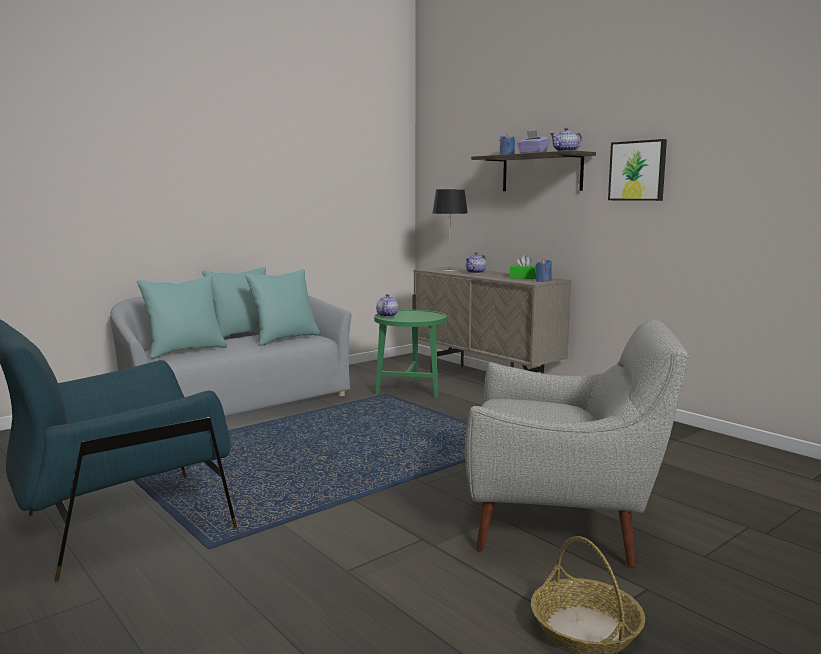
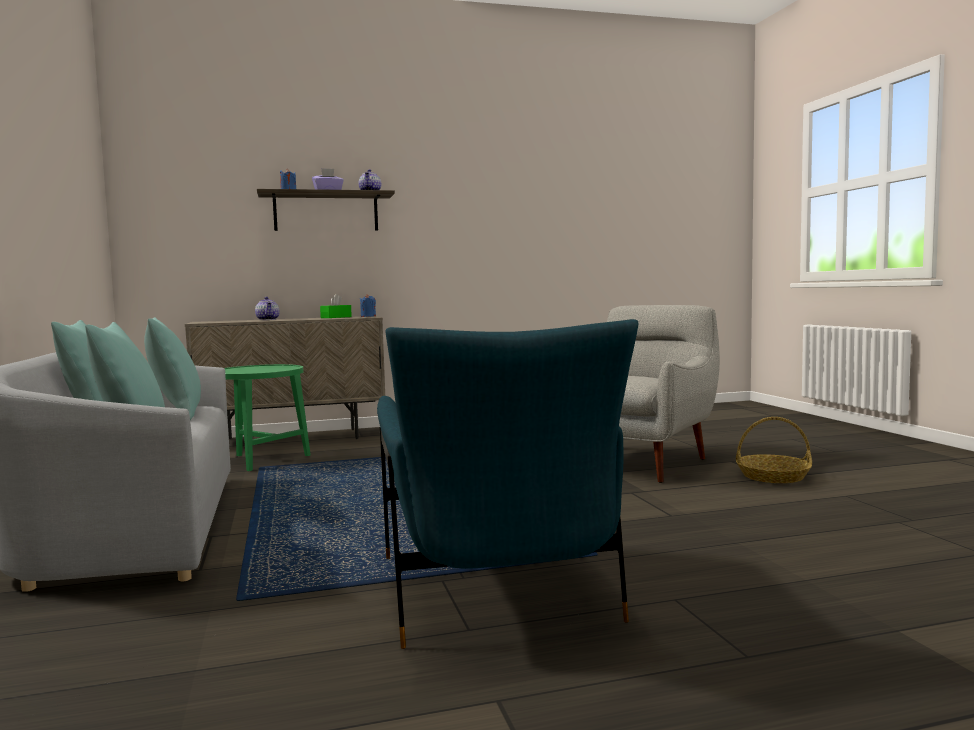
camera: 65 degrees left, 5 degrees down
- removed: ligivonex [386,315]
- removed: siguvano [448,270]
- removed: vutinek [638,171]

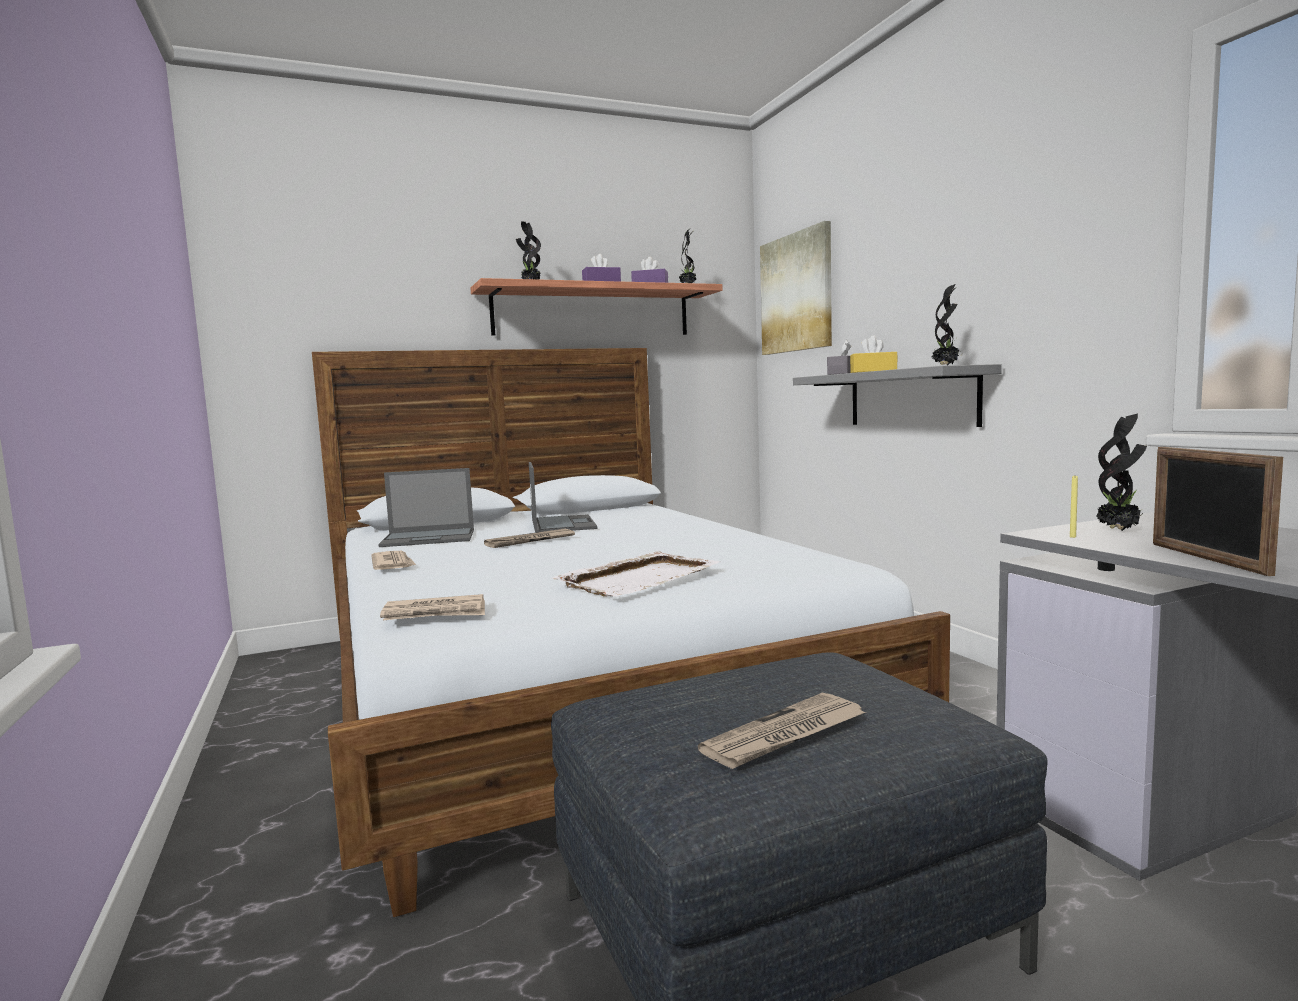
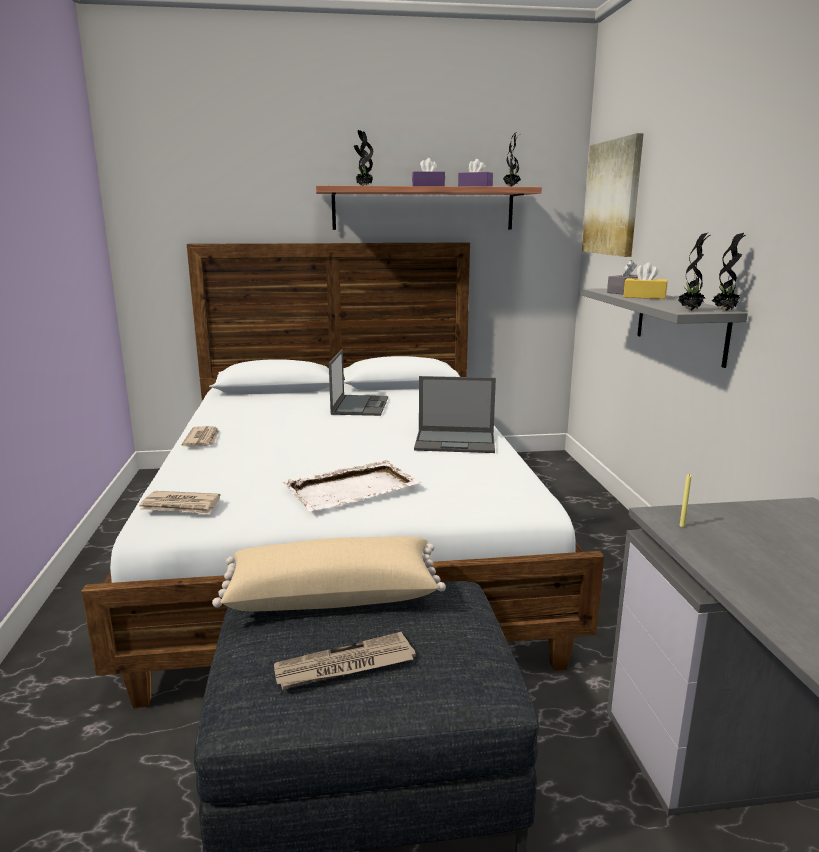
camera: 15 degrees right, 10 degrees up
- moved: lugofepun [430,538] to [456,442]
- removed: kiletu [530,541]
- moved: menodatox [1119,530] to [725,310]
- removed: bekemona [1206,558]
- added: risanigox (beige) [333,595]

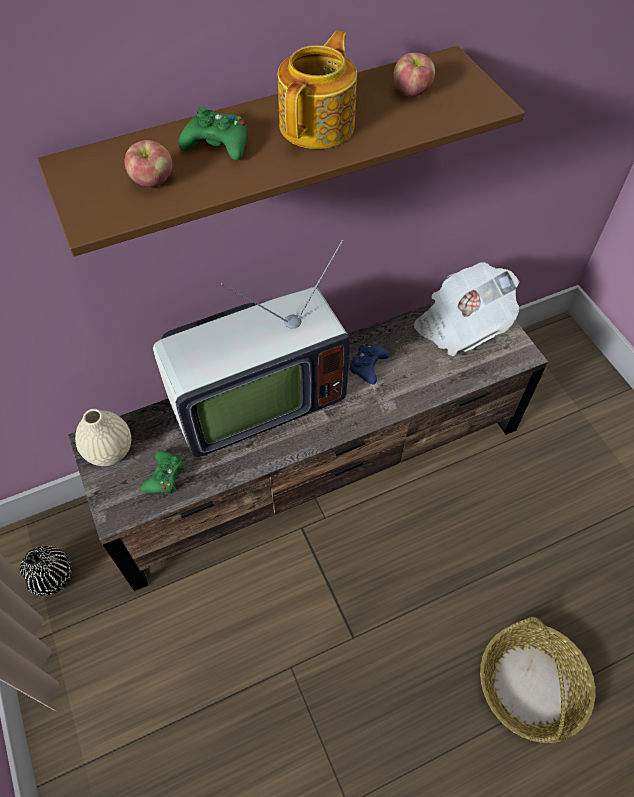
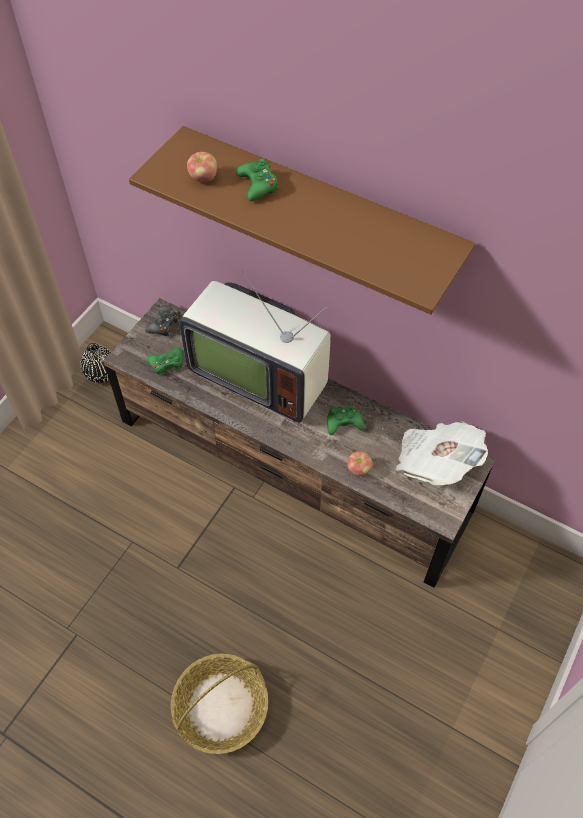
camera: 55 degrees right, 0 degrees up
- replaced: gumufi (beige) [109,450] to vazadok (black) [163,325]
- removed: ligivonex [319,124]
- recoloured: vazadok (blue) [368,366] to vazadok (green) [344,423]
- moved: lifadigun [412,92] to [359,469]

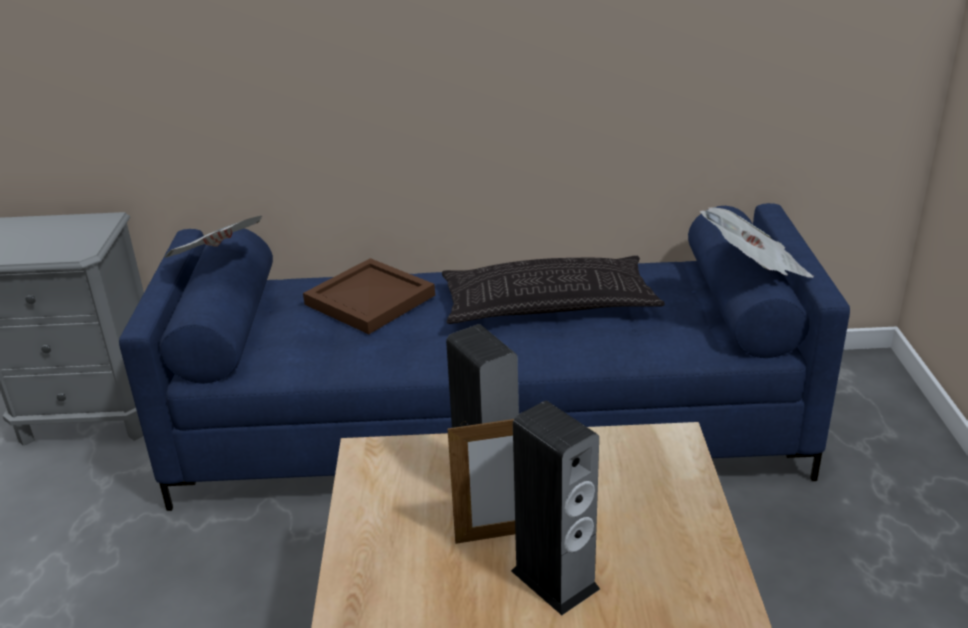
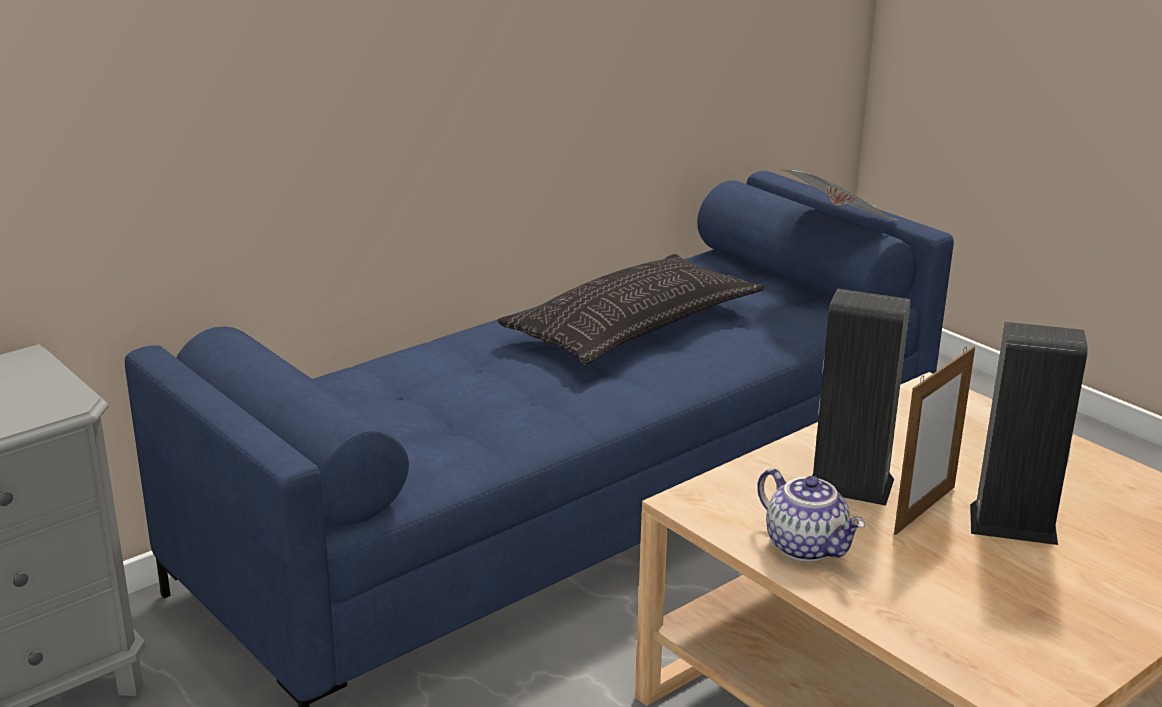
camera: 40 degrees left, 5 degrees down
- removed: kiletu [217,262]
- removed: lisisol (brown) [368,300]
- added: ligivonex [807,546]

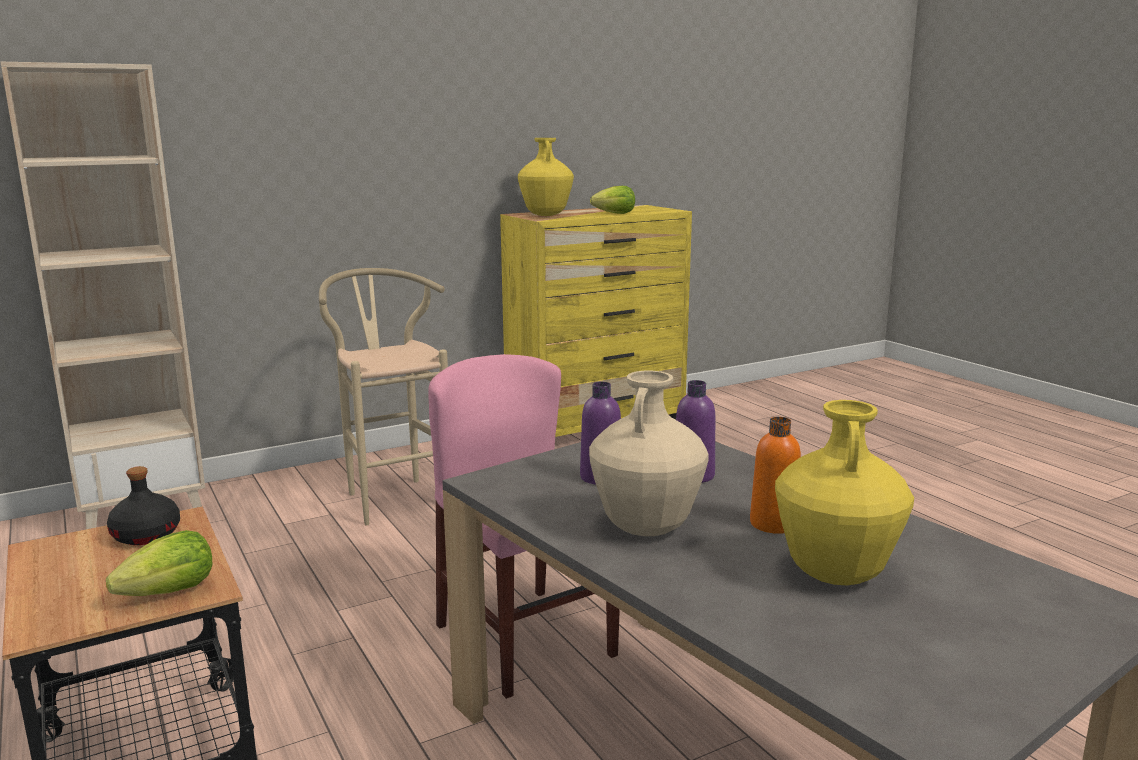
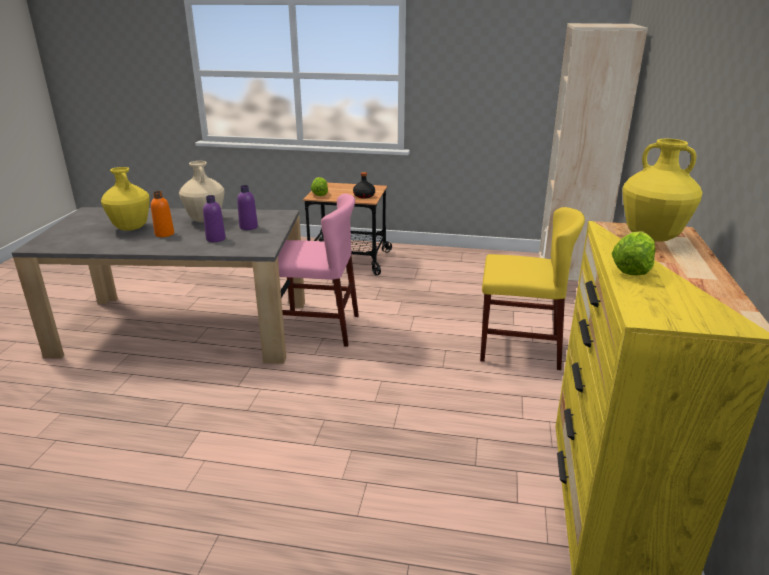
camera: 130 degrees right, 10 degrees up
- replaced: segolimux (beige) [393,497] to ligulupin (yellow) [519,348]

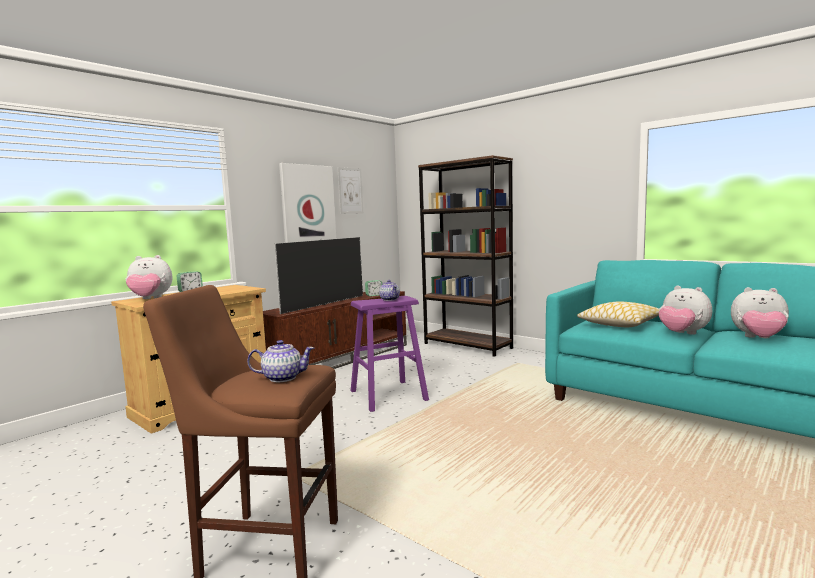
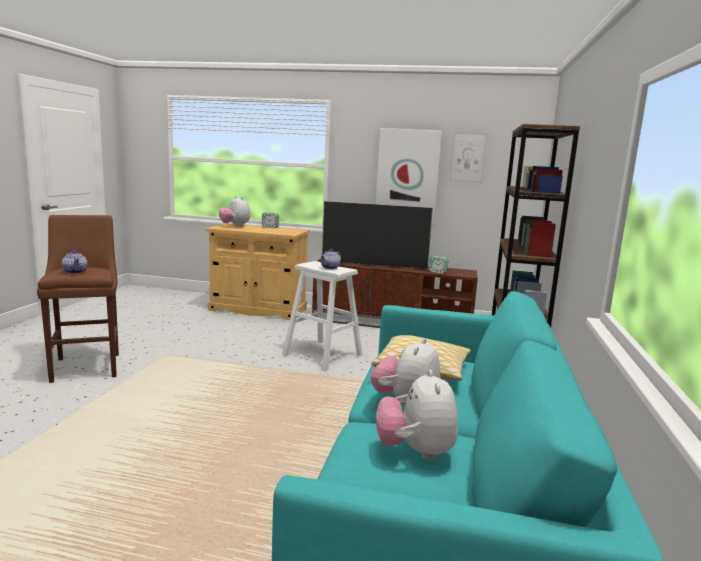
camera: 60 degrees right, 5 degrees up
- recoloured: segolimux (purple) [388,395] to segolimux (white) [323,355]

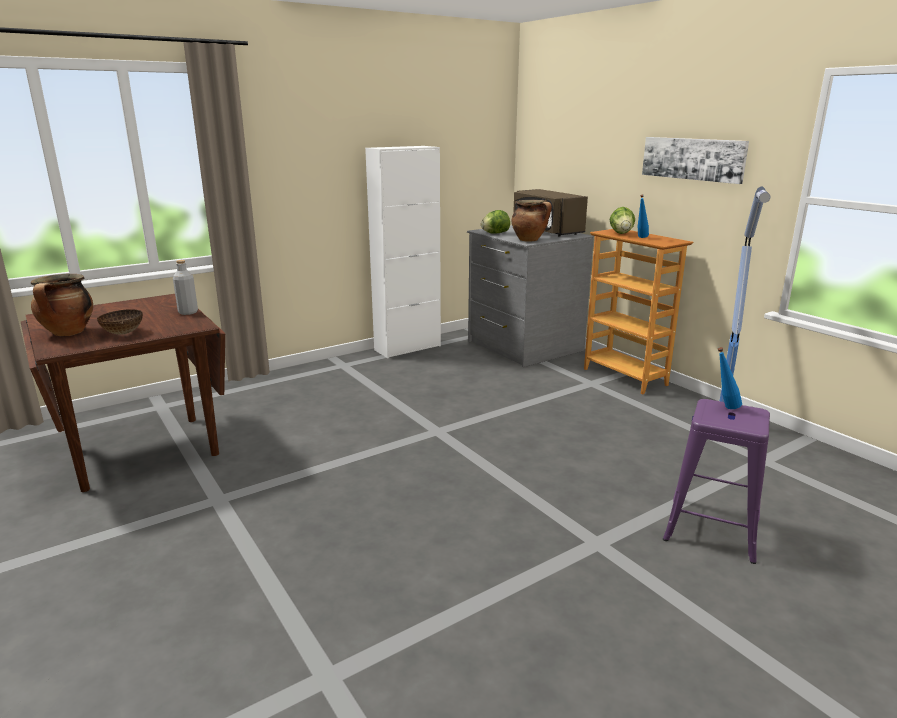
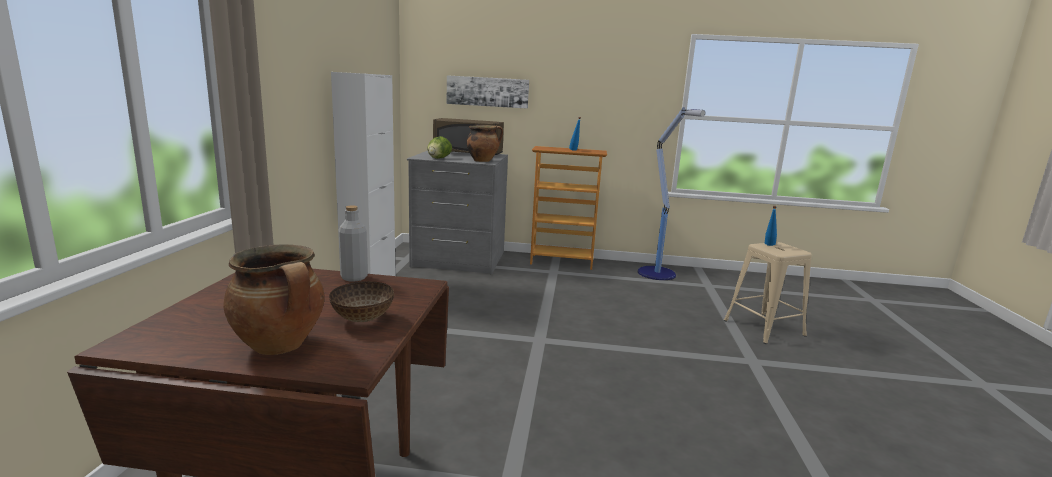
camera: 50 degrees left, 5 degrees down
- removed: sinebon [621,233]
- moved: vutinek [693,159] to [487,91]
- recoloured: segolimux (purple) [711,528] to segolimux (beige) [764,328]

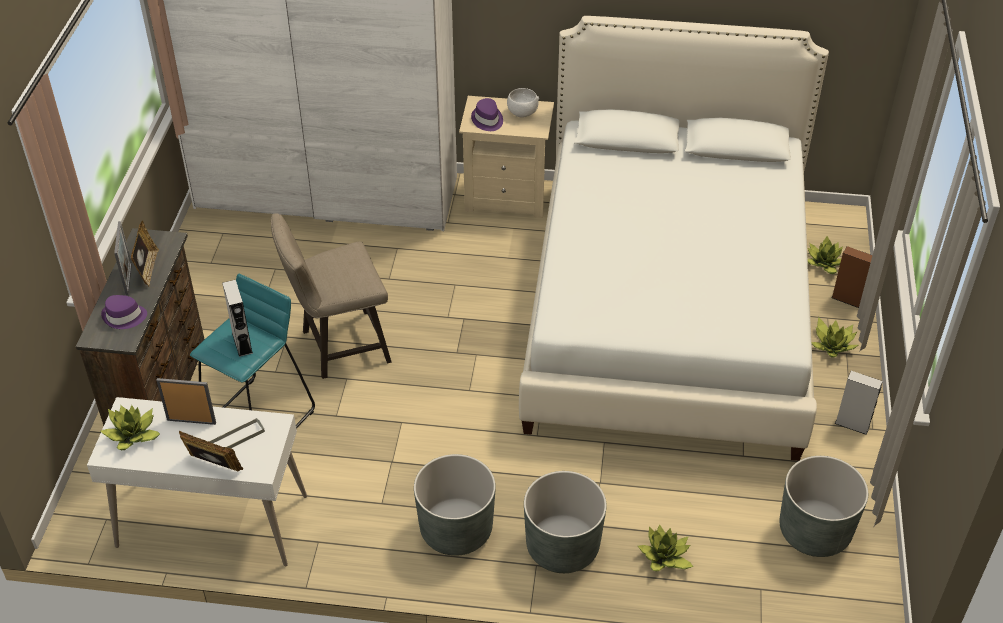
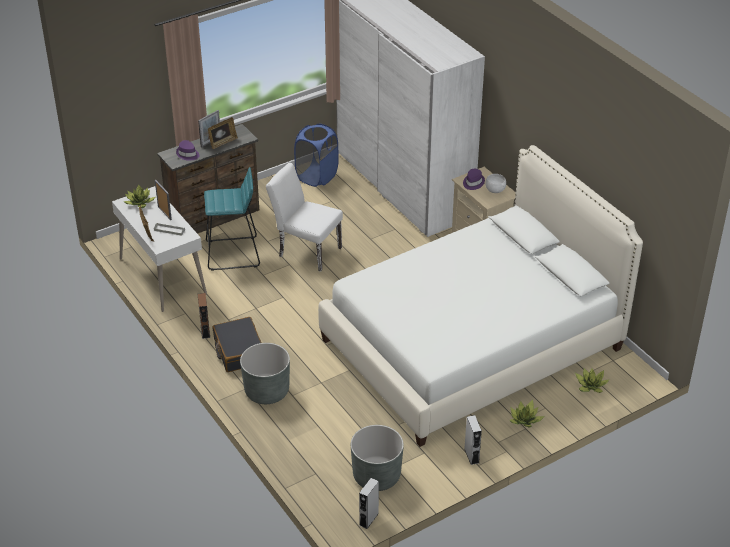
camera: 50 degrees right, 5 degrees down
- moved: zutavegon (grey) [242,343] to [369,519]
- replaced: segolimux (beige) [339,347] to ligulupin (white) [306,250]
- replaced: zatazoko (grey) [456,529] to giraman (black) [239,351]
- removed: menodatox [665,557]
- moved: zutavegon (brown) [847,299] to [205,331]
- added: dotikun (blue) [317,176]

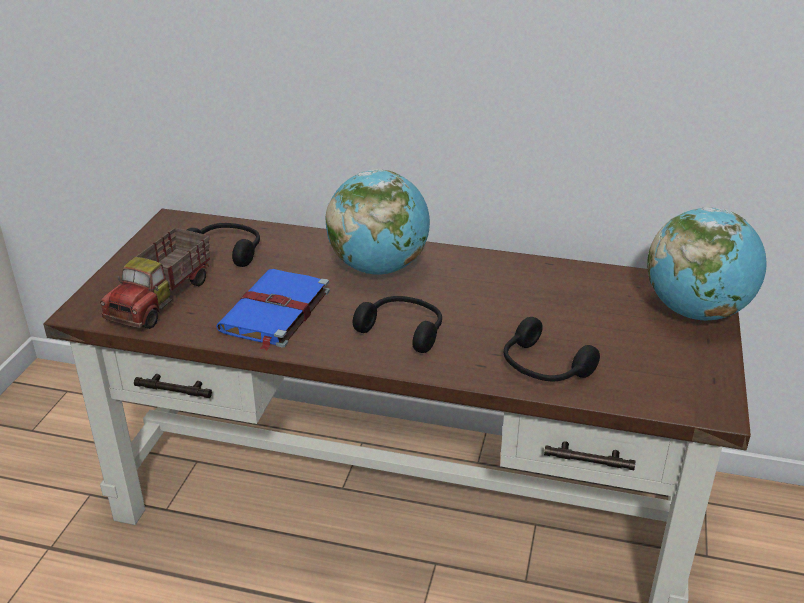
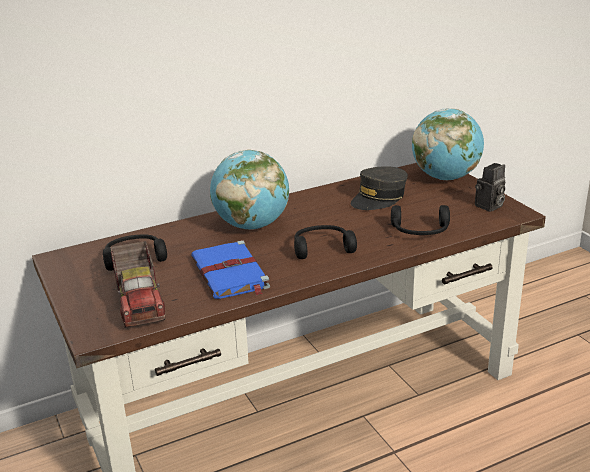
camera: 40 degrees left, 5 degrees down
- added: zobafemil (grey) [379,198]
- added: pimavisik [489,206]

